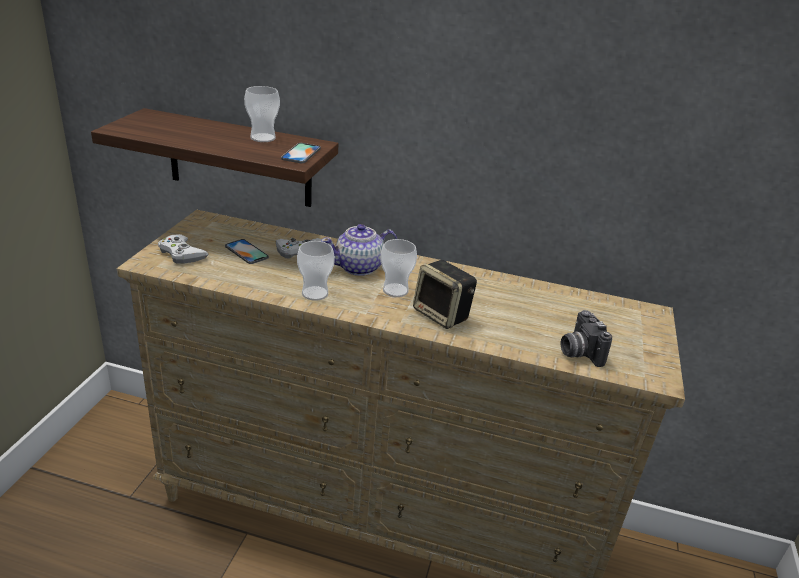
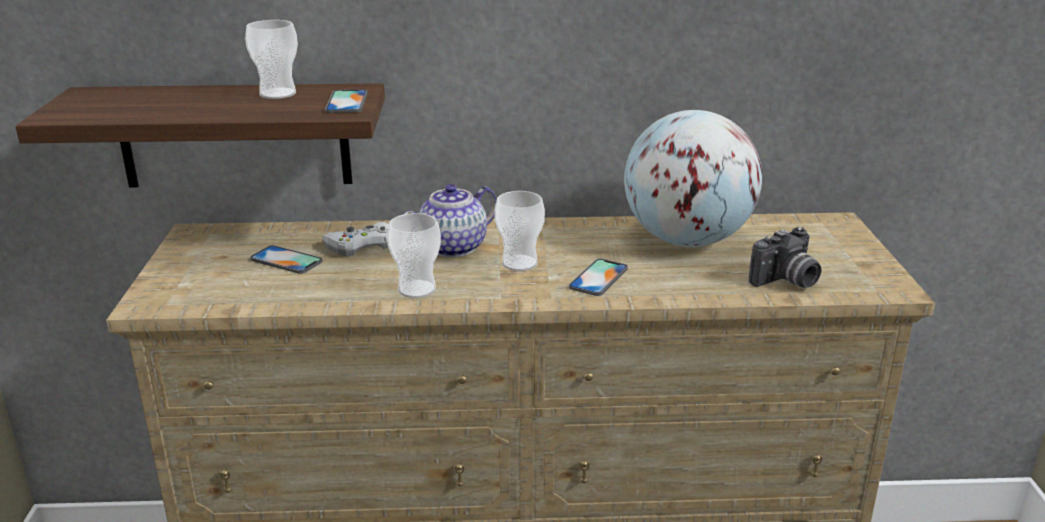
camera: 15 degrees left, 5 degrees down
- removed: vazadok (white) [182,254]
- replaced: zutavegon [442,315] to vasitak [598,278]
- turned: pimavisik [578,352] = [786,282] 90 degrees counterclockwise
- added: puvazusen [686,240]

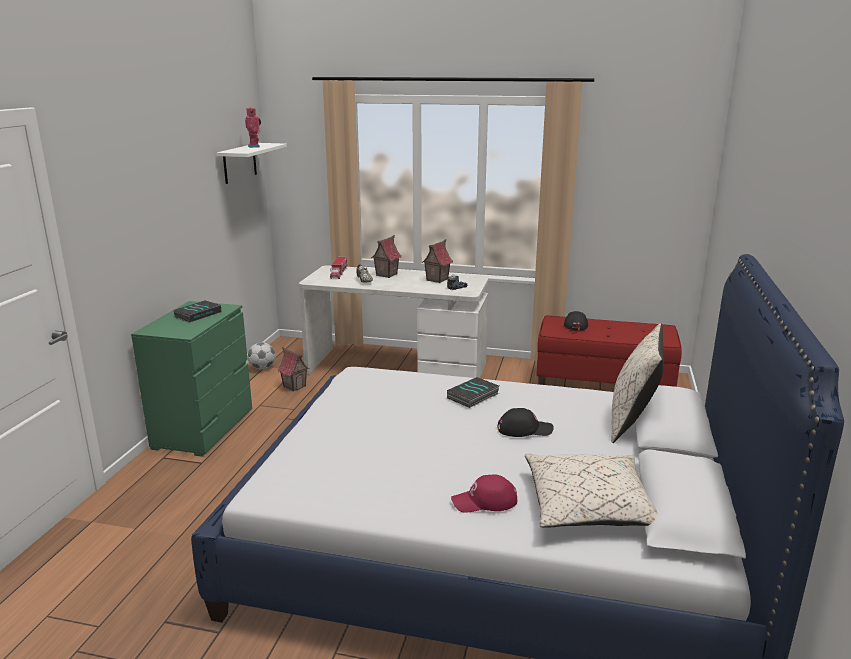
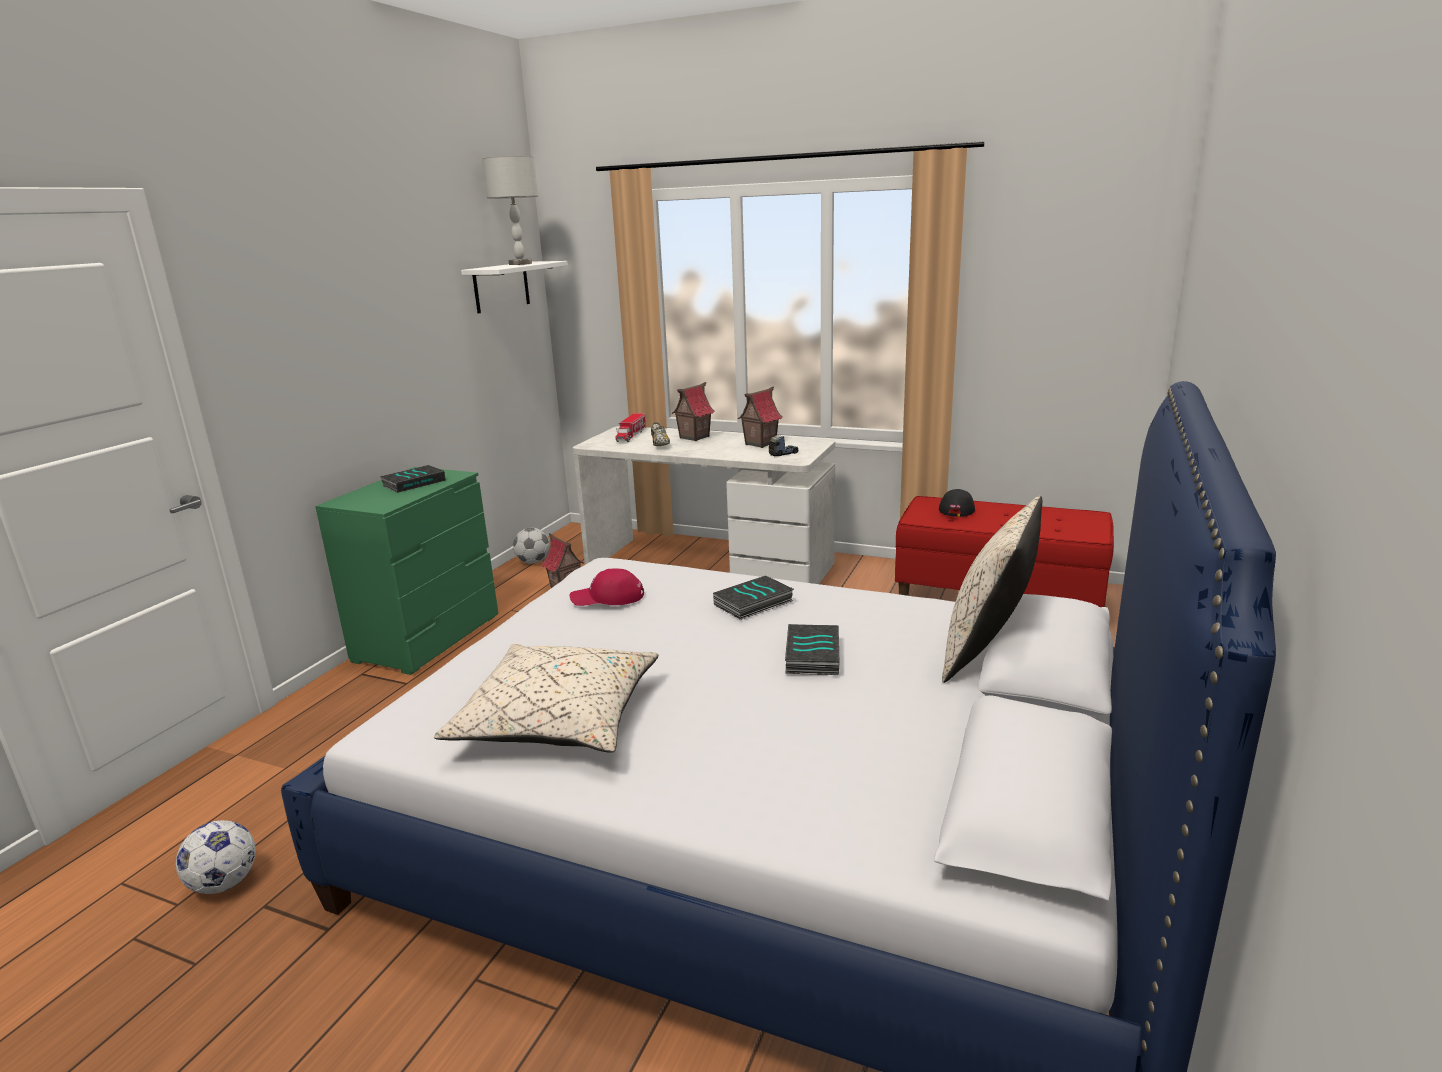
camera: 10 degrees right, 0 degrees up
- replaced: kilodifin [255,146] to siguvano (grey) [520,264]
- moved: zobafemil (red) [484,501] to [607,597]
- replaced: zobafemil (black) [524,429] to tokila [811,655]
- moved: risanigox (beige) [589,506] to [559,719]
- added: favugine [225,883]

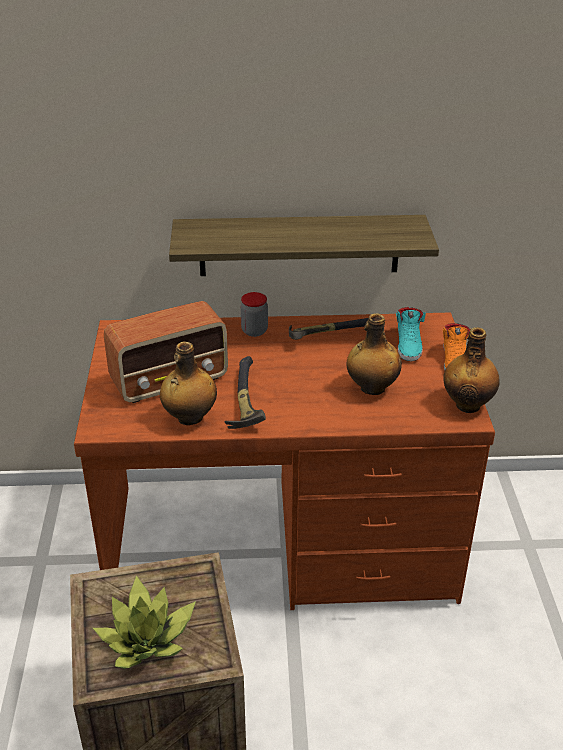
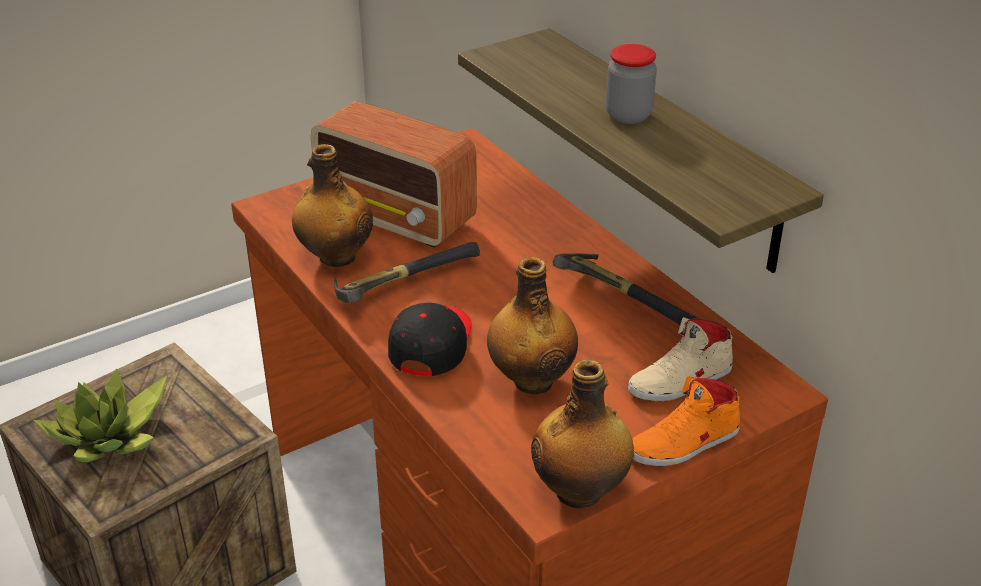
camera: 60 degrees right, 0 degrees up
- moved: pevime [254,331] to [628,115]
- recoloured: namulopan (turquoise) [409,345] to namulopan (beige) [681,381]
- added: zobafemil (black) [431,344]

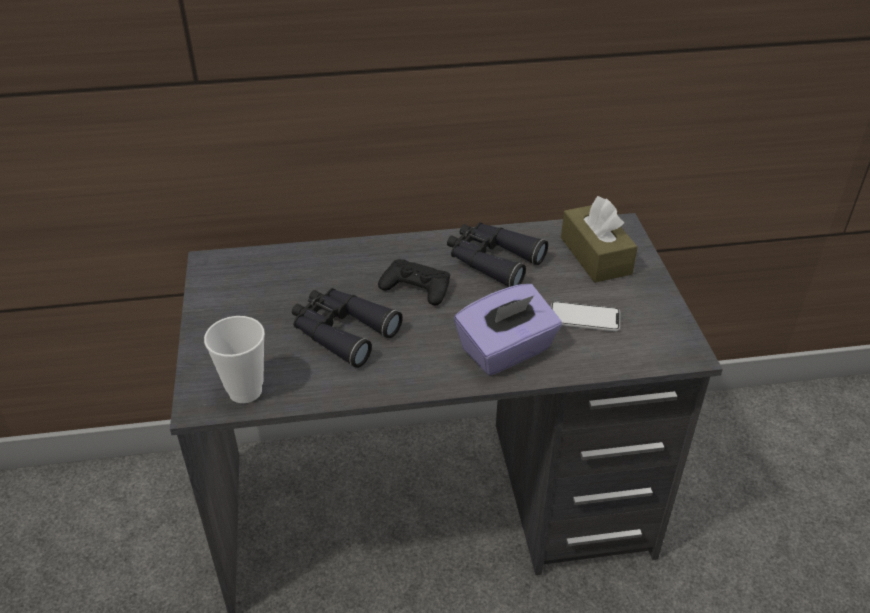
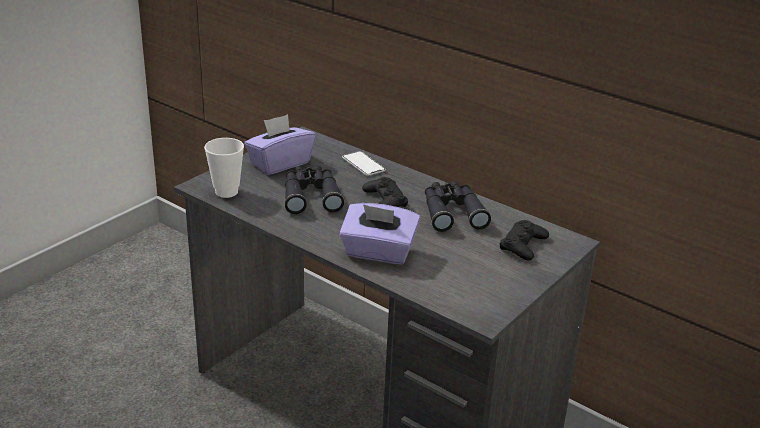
camera: 45 degrees right, 10 degrees down
- moved: vasitak [584,318] to [363,164]
- replaced: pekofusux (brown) [595,256] to vazadok (black) [523,245]
- added: pekofusux (purple) [280,163]

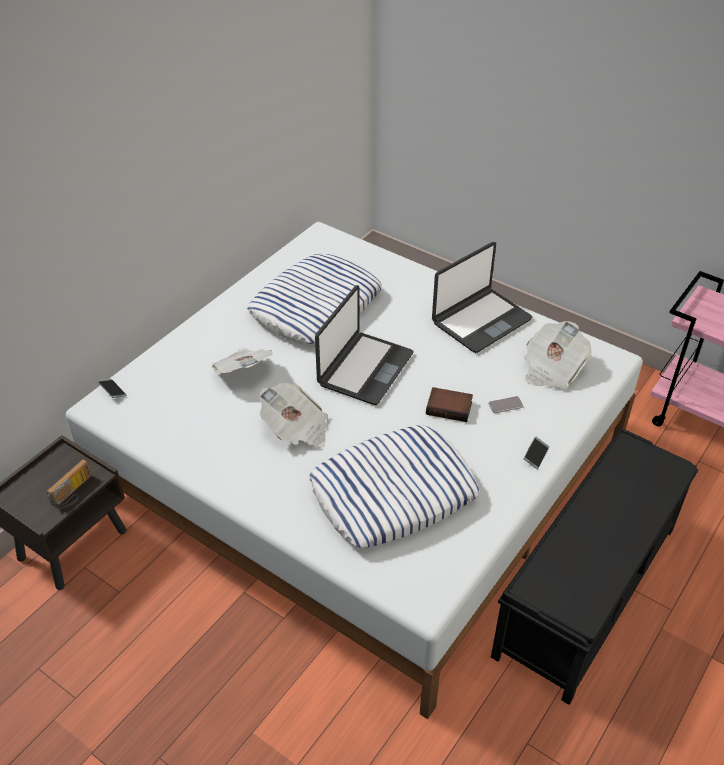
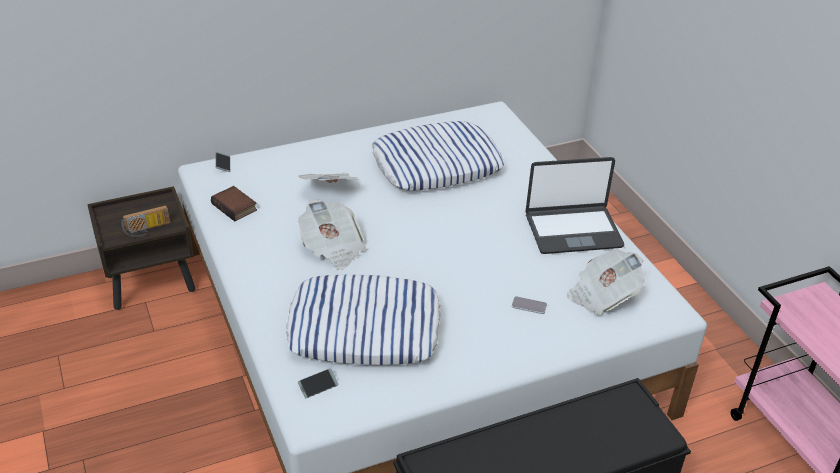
camera: 30 degrees right, 5 degrees down
- removed: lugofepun [364,369]
- moved: tokila [450,407] to [235,207]
- moved: vasitak [536,455] to [318,386]

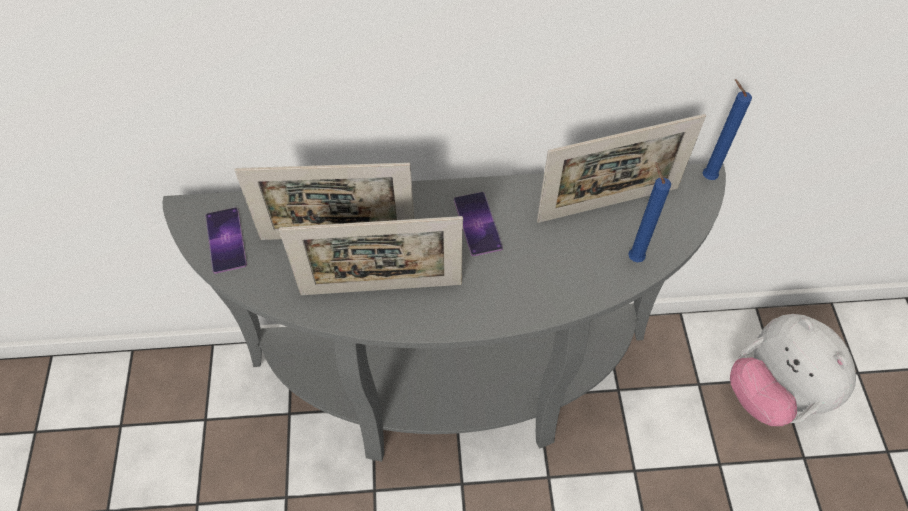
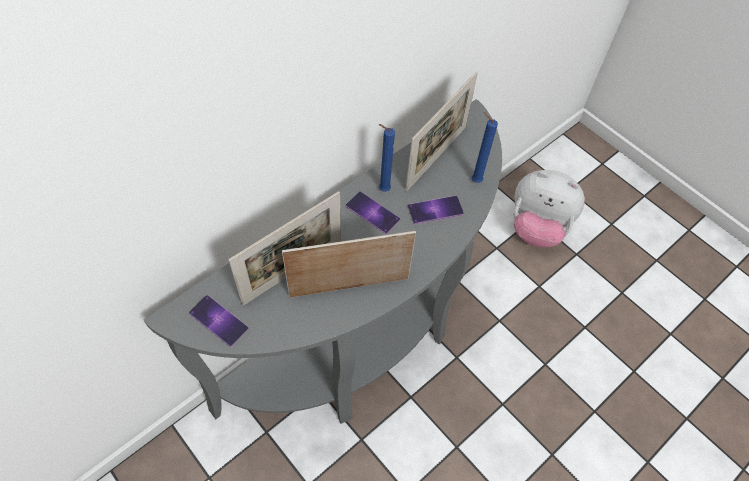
camera: 40 degrees left, 0 degrees up
- turned: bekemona [381,289] = [349,287] 150 degrees counterclockwise
- moved: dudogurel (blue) [706,176] to [382,189]
- added: vasitak [435,210]

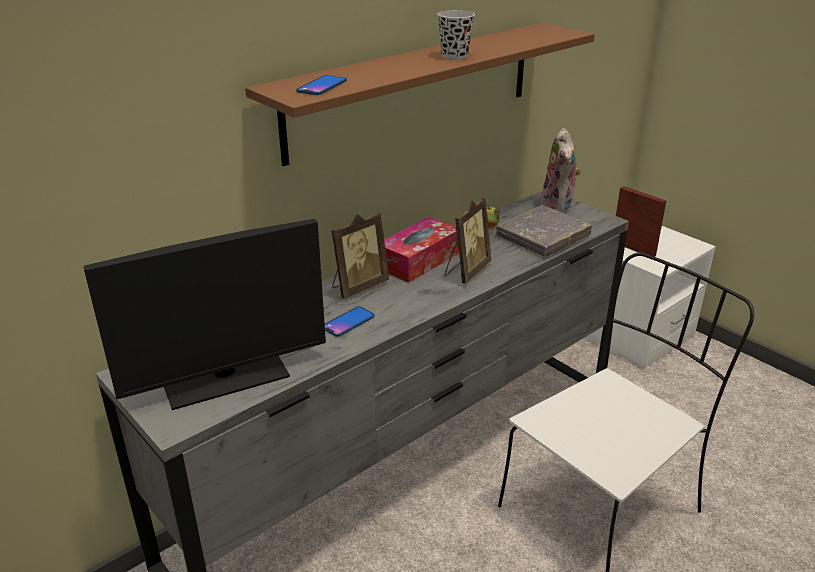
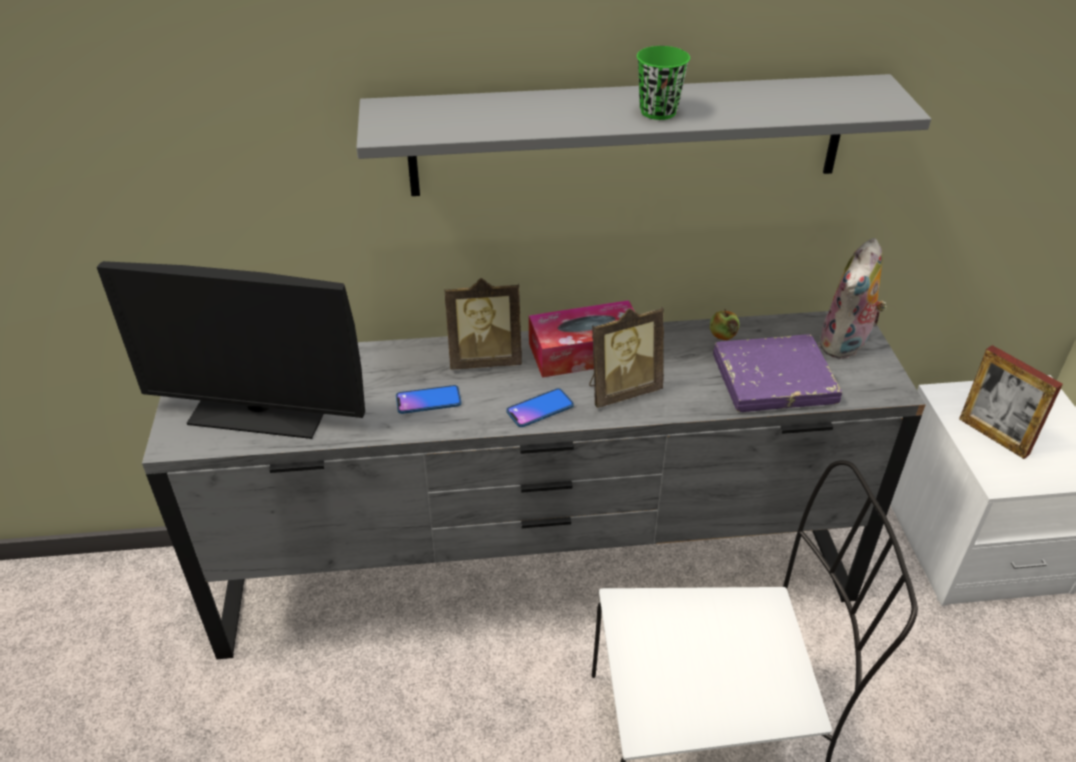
camera: 35 degrees right, 10 degrees up
- recoloured: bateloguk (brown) [414,89] to bateloguk (grey) [627,136]
- moved: vasitak [322,86] to [540,409]
- recoloured: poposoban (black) [454,56] to poposoban (green) [658,112]
- recoloured: tokila (grey) [542,236] to tokila (purple) [773,379]
- turned: bekemona [633,248] = [993,436] 150 degrees clockwise

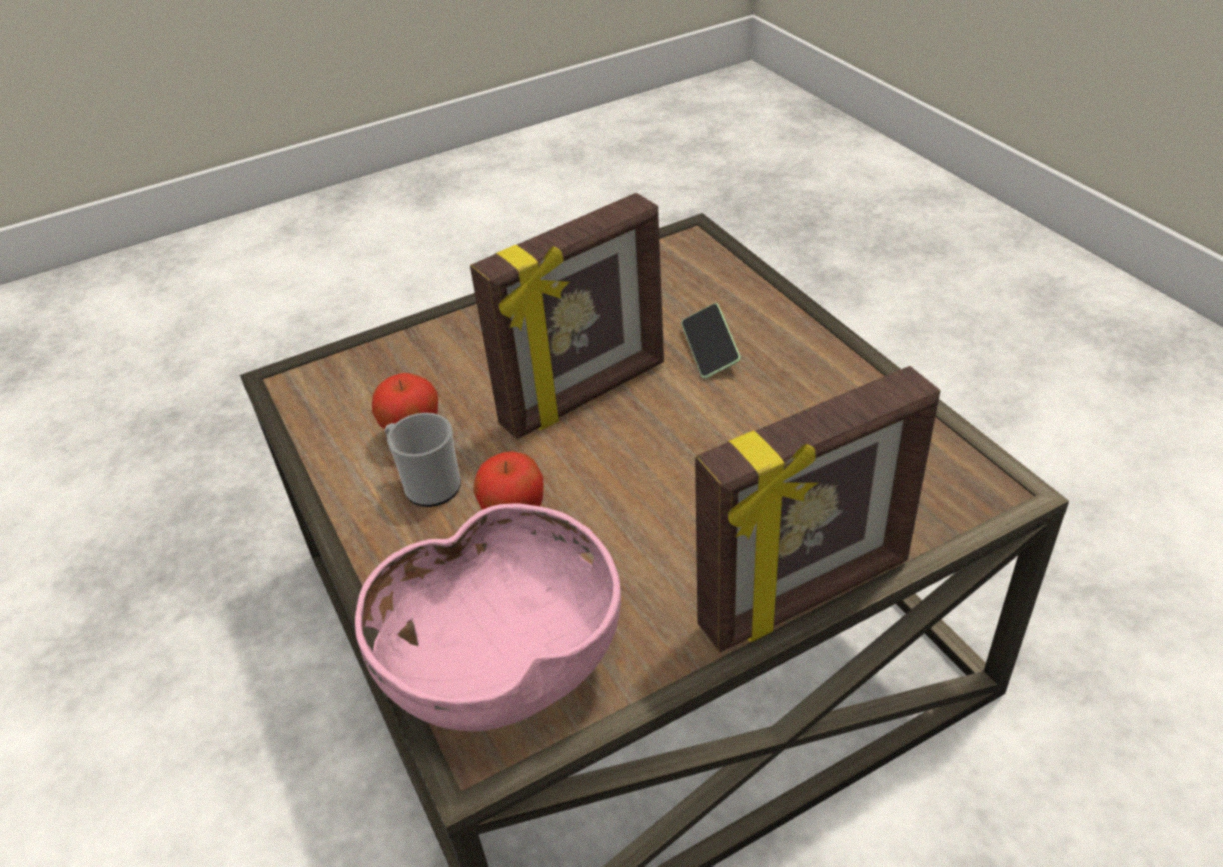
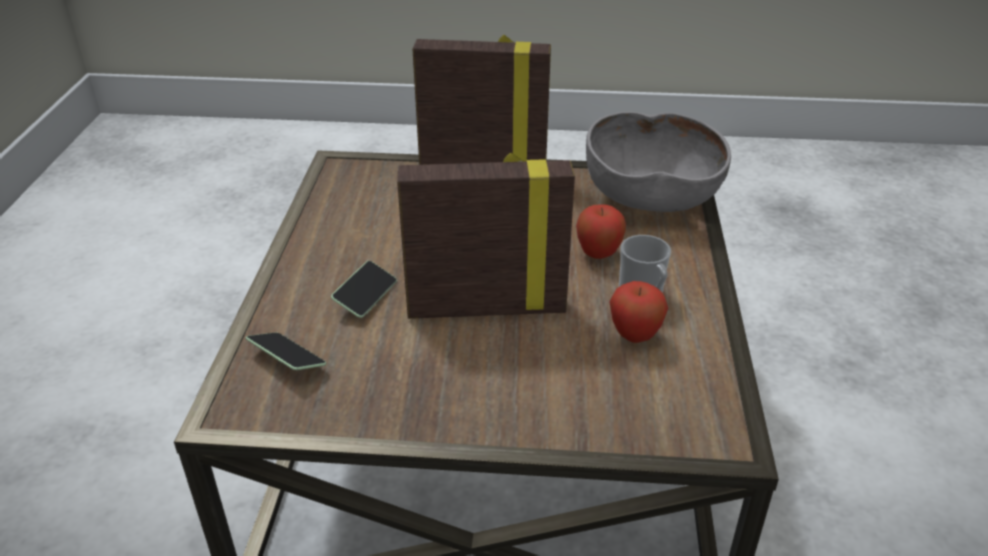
camera: 150 degrees left, 5 degrees down
- recoloured: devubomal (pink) [503,666] to devubomal (grey) [650,197]
- added: vasitak [287,360]

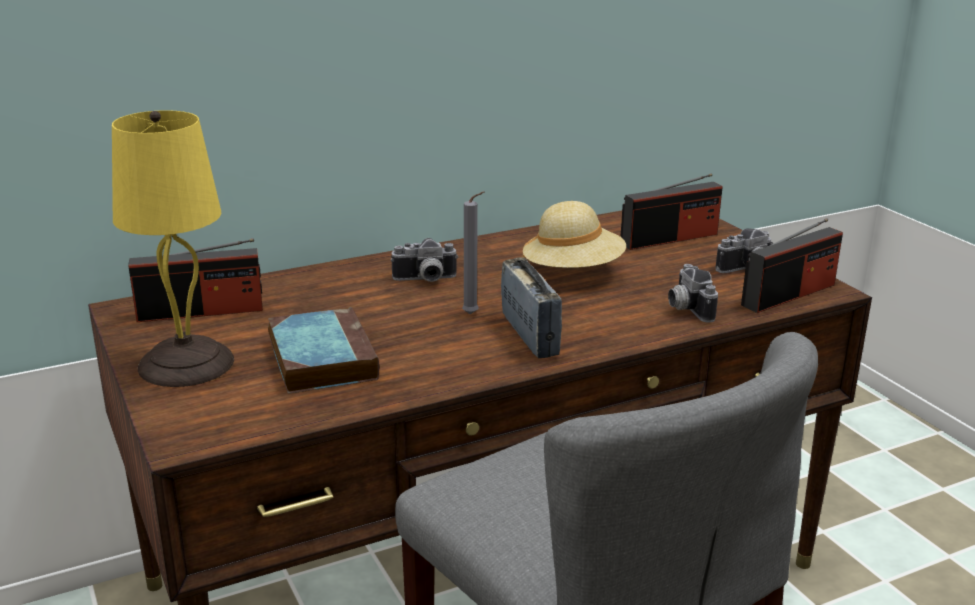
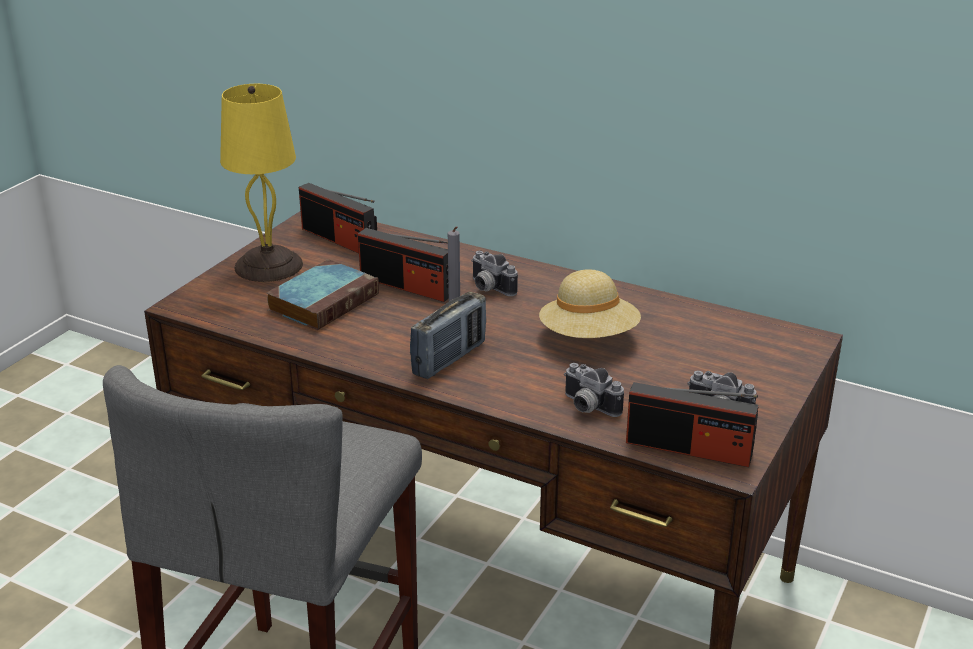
camera: 55 degrees right, 5 degrees up
- moved: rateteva [669,238] to [406,286]
- turned: pimavisik [686,308] = [587,407] 90 degrees counterclockwise

